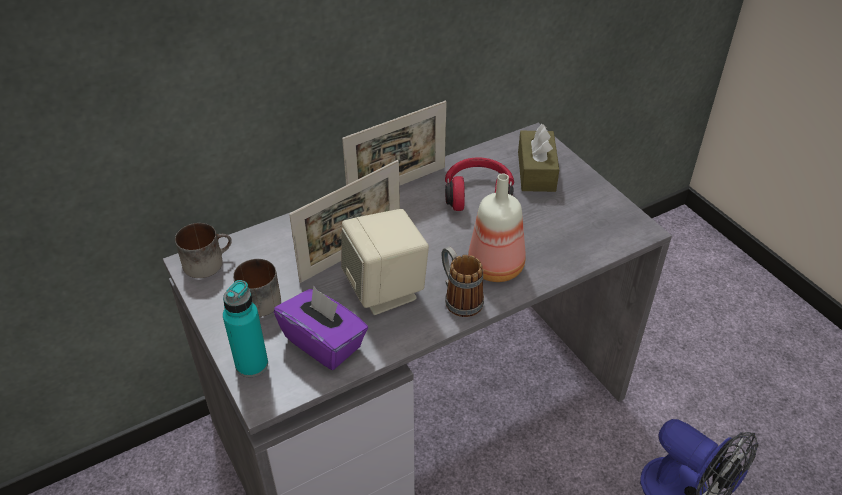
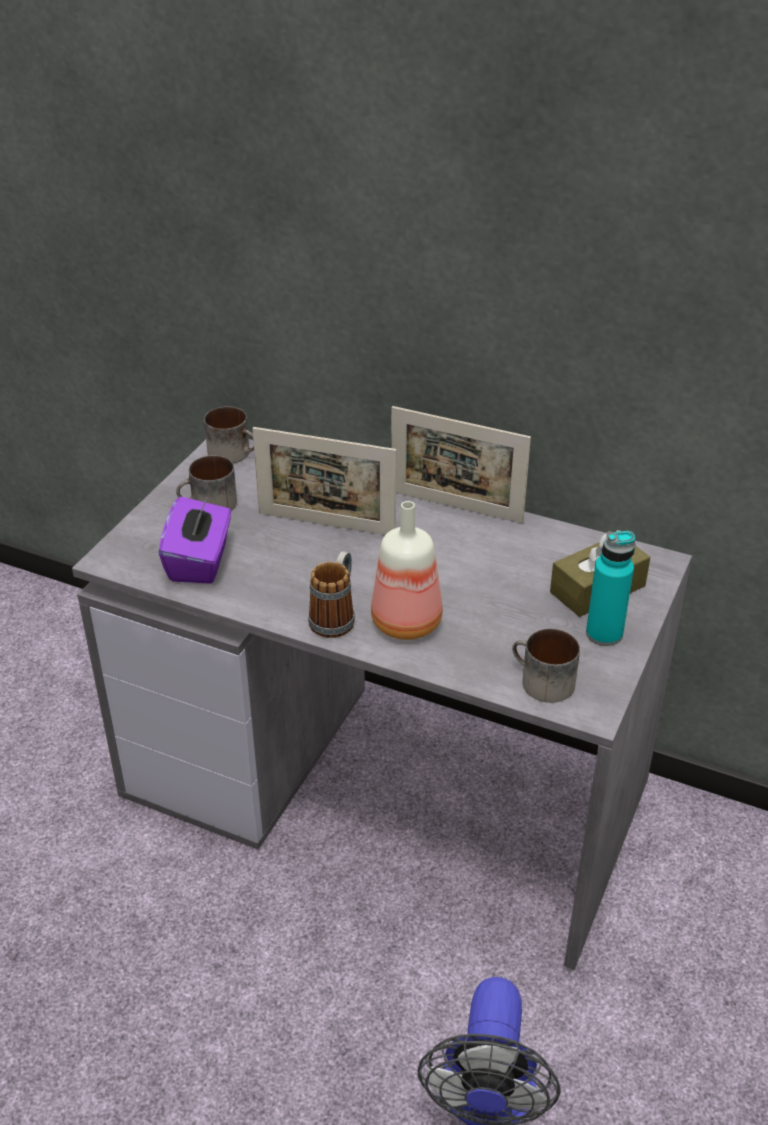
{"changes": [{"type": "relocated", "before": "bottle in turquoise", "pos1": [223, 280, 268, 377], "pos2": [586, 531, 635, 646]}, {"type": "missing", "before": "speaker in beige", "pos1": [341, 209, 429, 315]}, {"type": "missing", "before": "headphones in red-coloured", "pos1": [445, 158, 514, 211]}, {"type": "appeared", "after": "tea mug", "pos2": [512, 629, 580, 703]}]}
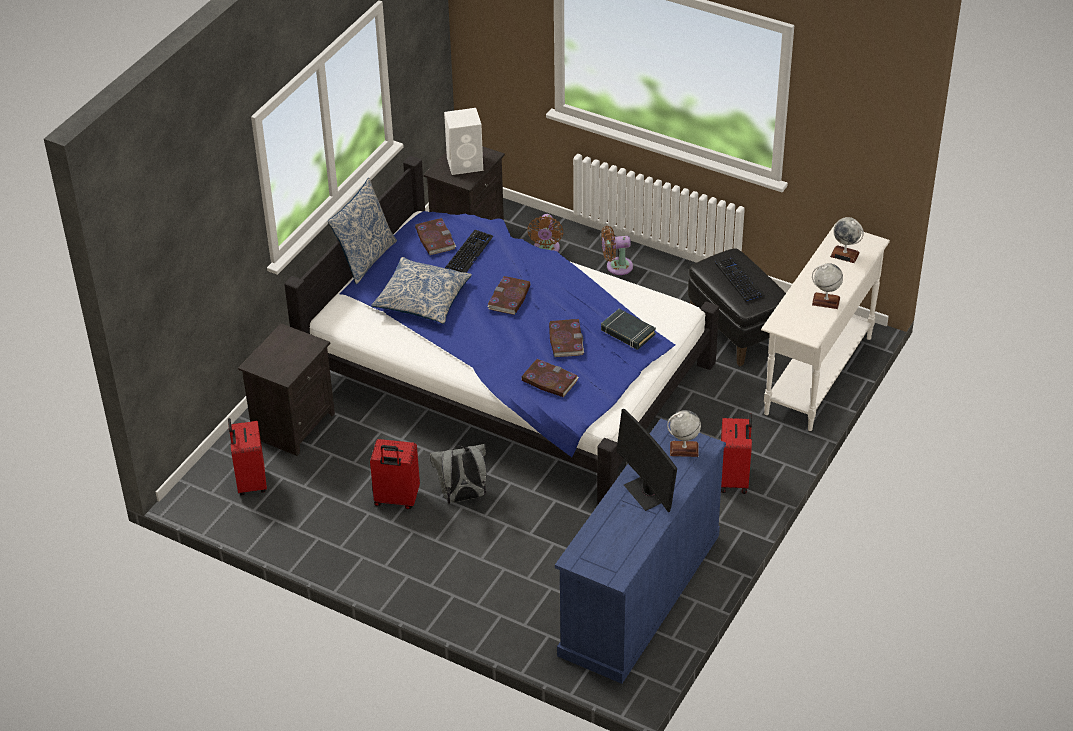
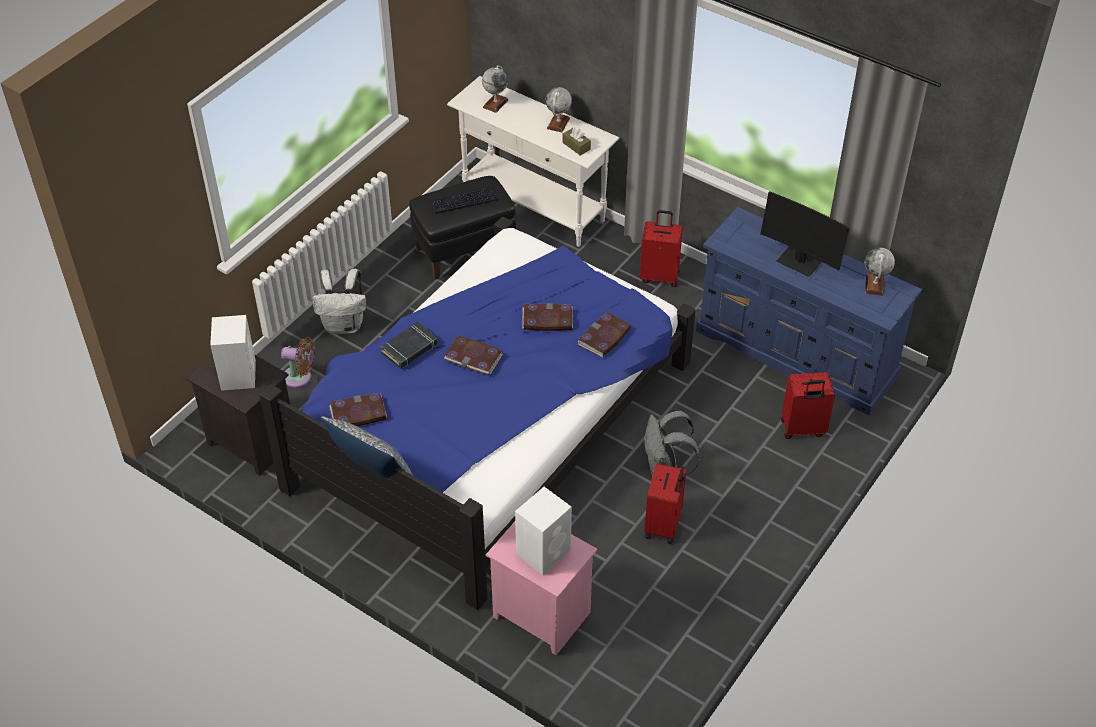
{"changes": [{"type": "relocated", "before": "suitcase in red-coloured", "pos1": [228, 418, 267, 495], "pos2": [781, 372, 835, 439]}, {"type": "colour", "before": "nightstand in blackish", "after": "nightstand in pinkish", "pos1": [238, 323, 335, 456], "pos2": [486, 522, 597, 655]}, {"type": "missing", "before": "pillow", "pos1": [371, 257, 472, 324]}, {"type": "missing", "before": "computer keyboard", "pos1": [445, 230, 493, 273]}, {"type": "exchanged", "before": "fan in brown-coloured", "after": "rucksack in white", "pos1": [601, 226, 633, 275], "pos2": [313, 269, 366, 334]}, {"type": "relocated", "before": "volume in blackish", "pos1": [601, 309, 656, 350], "pos2": [380, 322, 438, 369]}, {"type": "spun", "before": "computer display", "pos1": [616, 409, 677, 512], "pos2": [760, 191, 850, 277], "turn": 60}, {"type": "relocated", "before": "desk globe", "pos1": [667, 410, 701, 457], "pos2": [865, 248, 895, 296]}, {"type": "appeared", "after": "speaker in white", "pos2": [515, 487, 572, 575]}, {"type": "appeared", "after": "tissue holder in brown-coloured", "pos2": [562, 127, 591, 155]}]}
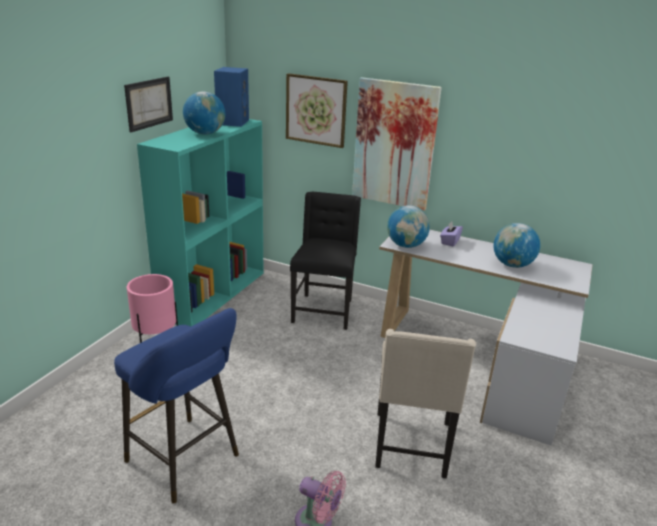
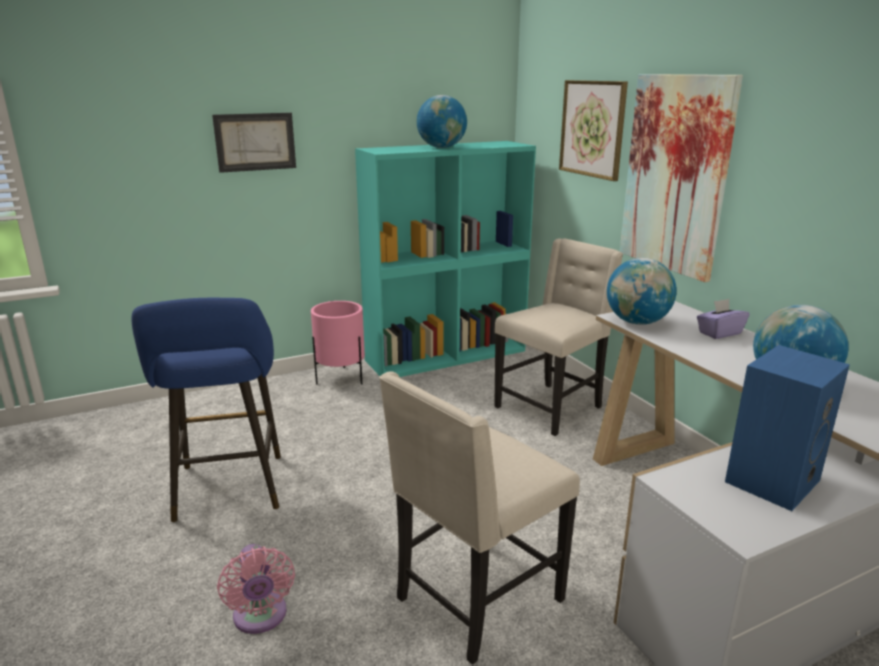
{"changes": [{"type": "relocated", "before": "wall picture", "pos1": [124, 77, 173, 132], "pos2": [212, 113, 296, 173]}, {"type": "relocated", "before": "speaker in blue", "pos1": [214, 67, 249, 127], "pos2": [725, 345, 850, 511]}, {"type": "colour", "before": "chair in blackish", "after": "chair in beige", "pos1": [290, 192, 361, 330], "pos2": [494, 239, 623, 436]}]}
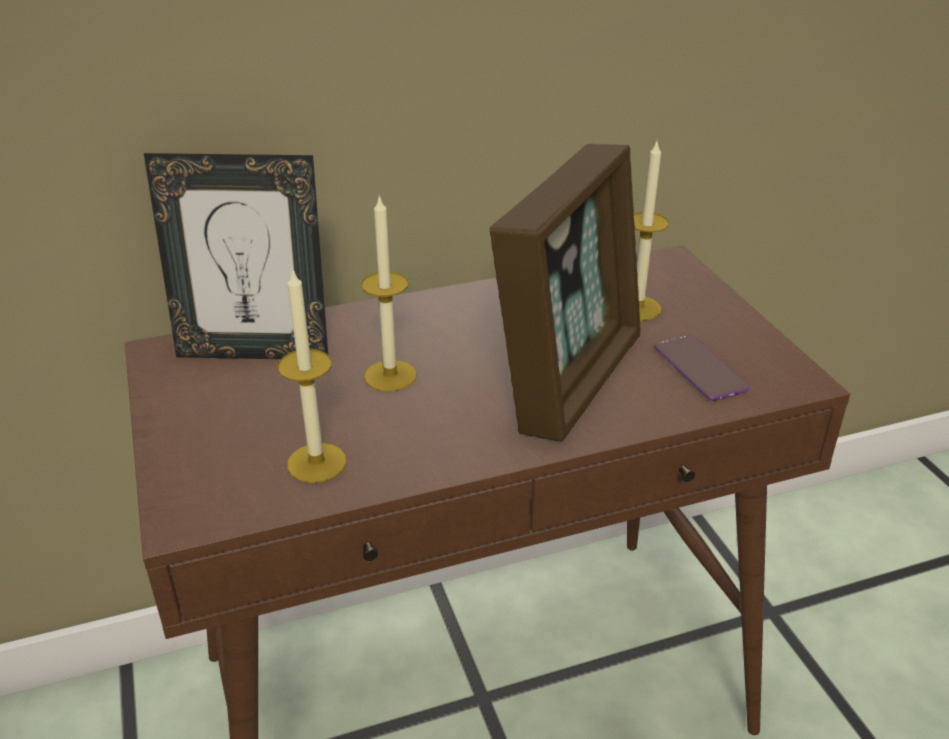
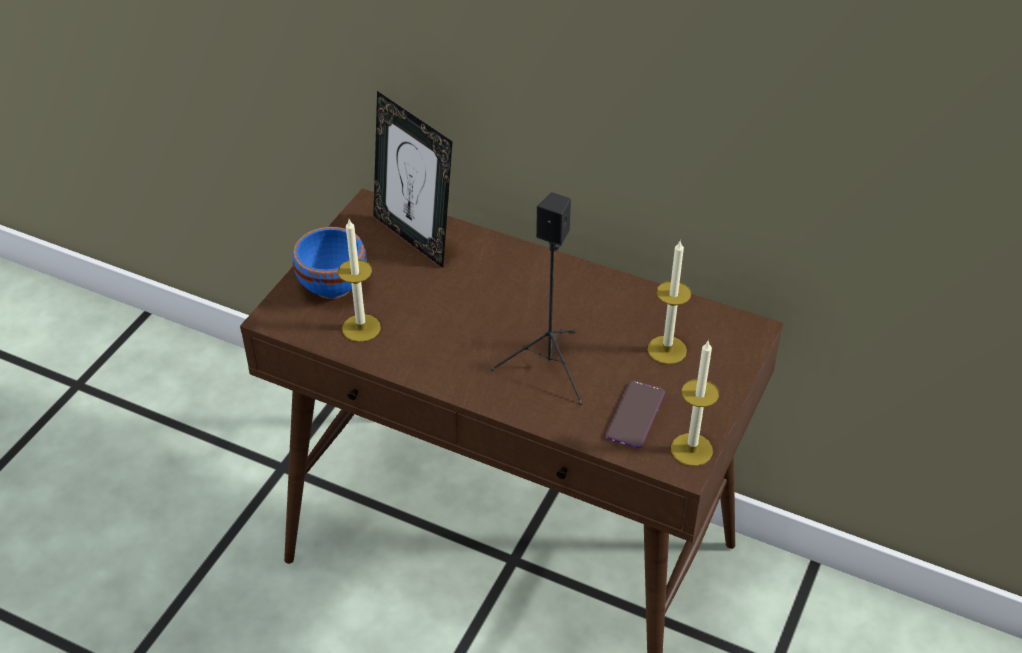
{"changes": [{"type": "relocated", "before": "candle", "pos1": [361, 194, 417, 391], "pos2": [671, 341, 719, 466]}, {"type": "exchanged", "before": "picture frame", "after": "speaker in blackish", "pos1": [490, 144, 640, 442], "pos2": [491, 192, 583, 405]}, {"type": "appeared", "after": "bowl in blue", "pos2": [293, 227, 367, 299]}]}
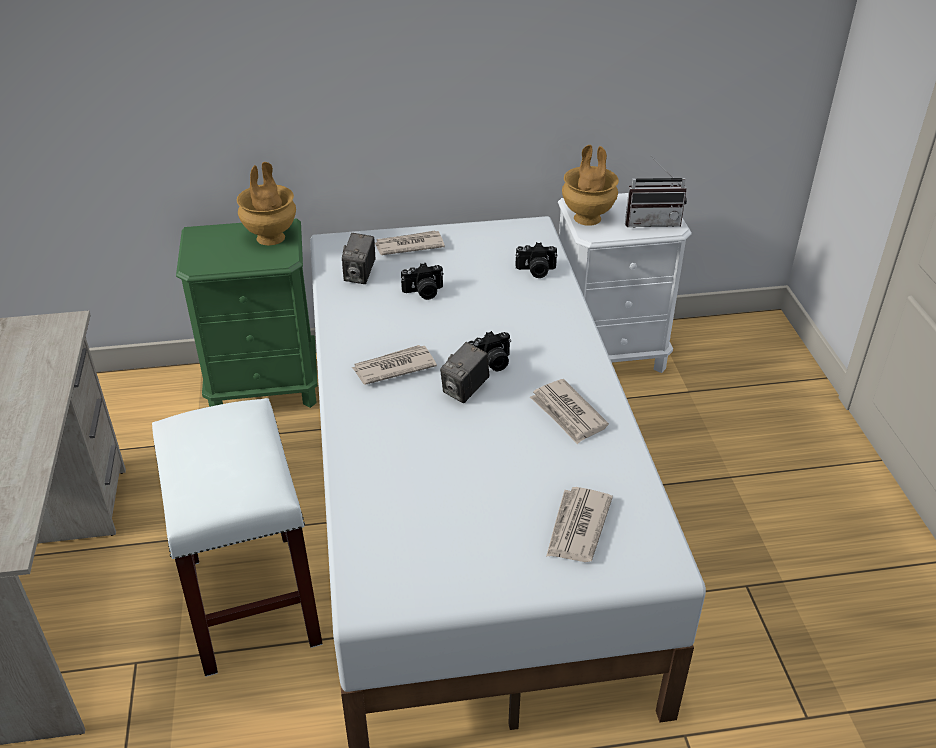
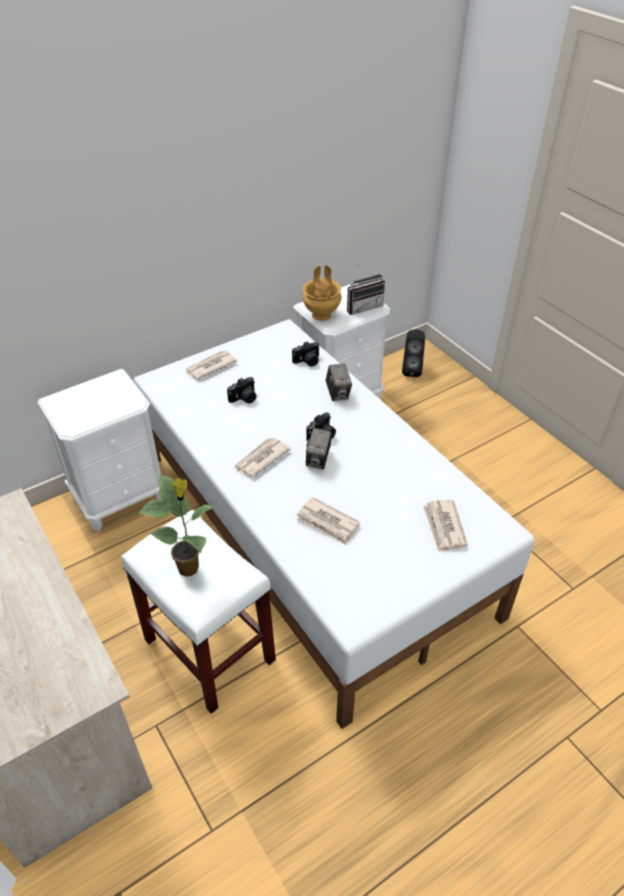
{"changes": [{"type": "colour", "before": "nightstand in green-coloured", "after": "nightstand in white", "pos1": [176, 218, 318, 408], "pos2": [37, 369, 163, 531]}, {"type": "missing", "before": "decorative vase in brown-coloured", "pos1": [237, 162, 296, 245]}, {"type": "relocated", "before": "still camera", "pos1": [342, 233, 375, 284], "pos2": [326, 364, 352, 401]}, {"type": "relocated", "before": "newspaper", "pos1": [530, 379, 609, 444], "pos2": [296, 497, 360, 545]}, {"type": "appeared", "after": "plant in a pot", "pos2": [138, 474, 215, 577]}, {"type": "appeared", "after": "speaker in blackish", "pos2": [402, 329, 425, 377]}]}
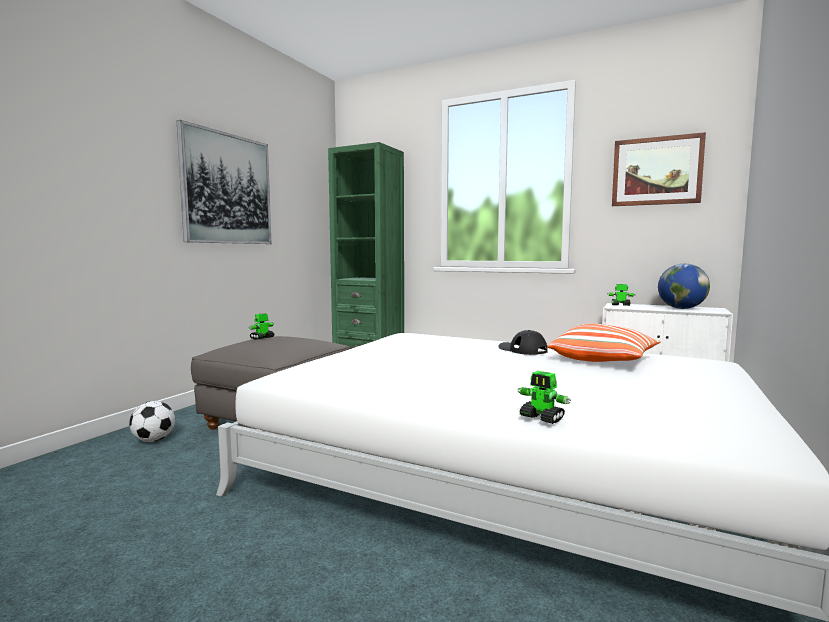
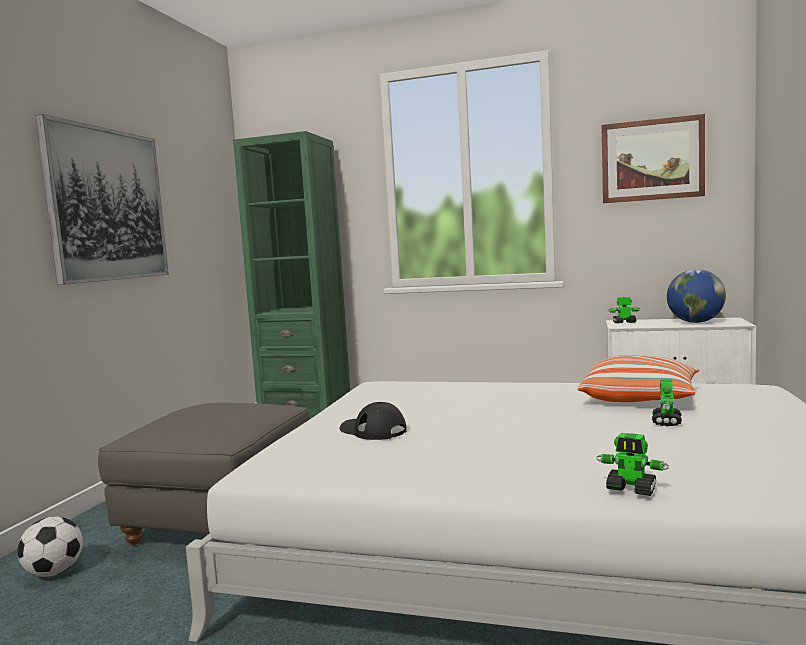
{"changes": [{"type": "relocated", "before": "robot figure", "pos1": [248, 313, 275, 340], "pos2": [652, 379, 682, 426]}, {"type": "relocated", "before": "peaked cap in blackish", "pos1": [498, 330, 548, 355], "pos2": [340, 402, 407, 440]}]}
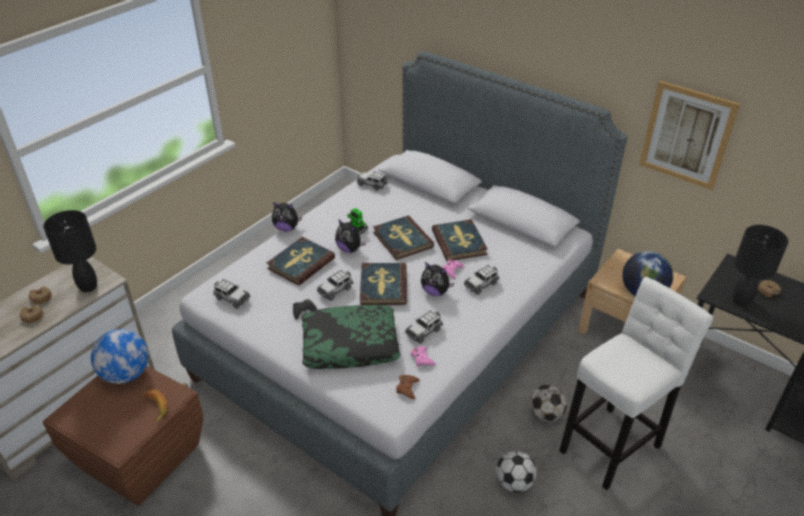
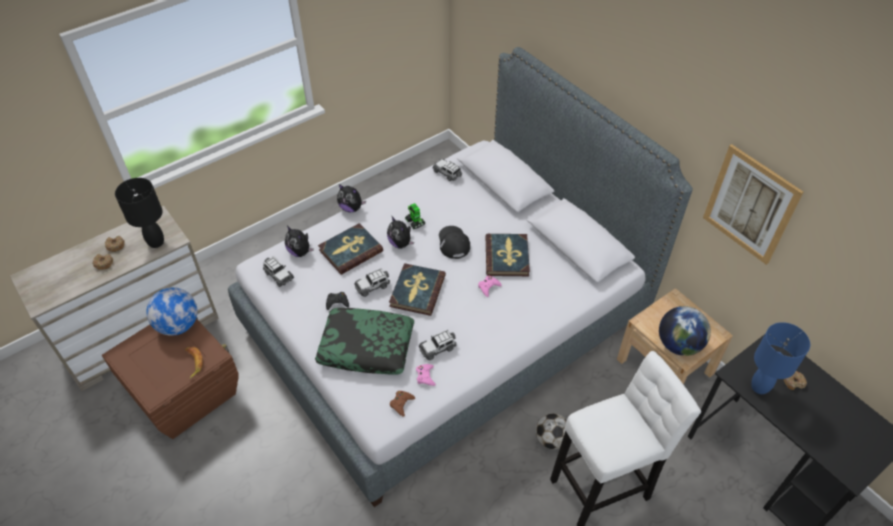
{"changes": [{"type": "exchanged", "before": "volume", "after": "peaked cap in blackish", "pos1": [373, 215, 434, 260], "pos2": [439, 226, 470, 259]}, {"type": "relocated", "before": "soft toy", "pos1": [421, 262, 454, 296], "pos2": [285, 226, 314, 257]}, {"type": "missing", "before": "toy car", "pos1": [464, 265, 499, 295]}, {"type": "missing", "before": "football", "pos1": [496, 451, 537, 493]}, {"type": "colour", "before": "tabletop lamp in blackish", "after": "tabletop lamp in blue", "pos1": [733, 225, 788, 306], "pos2": [751, 322, 810, 394]}]}
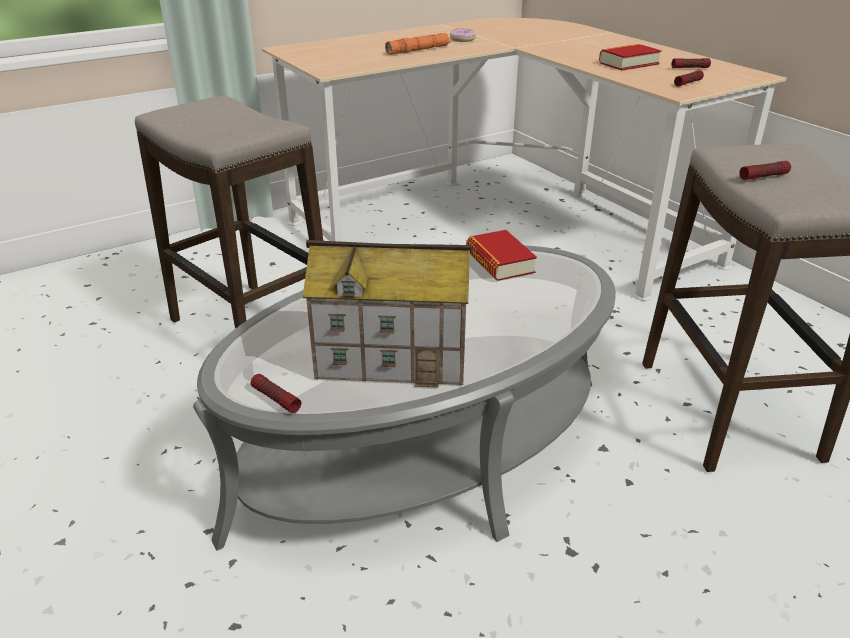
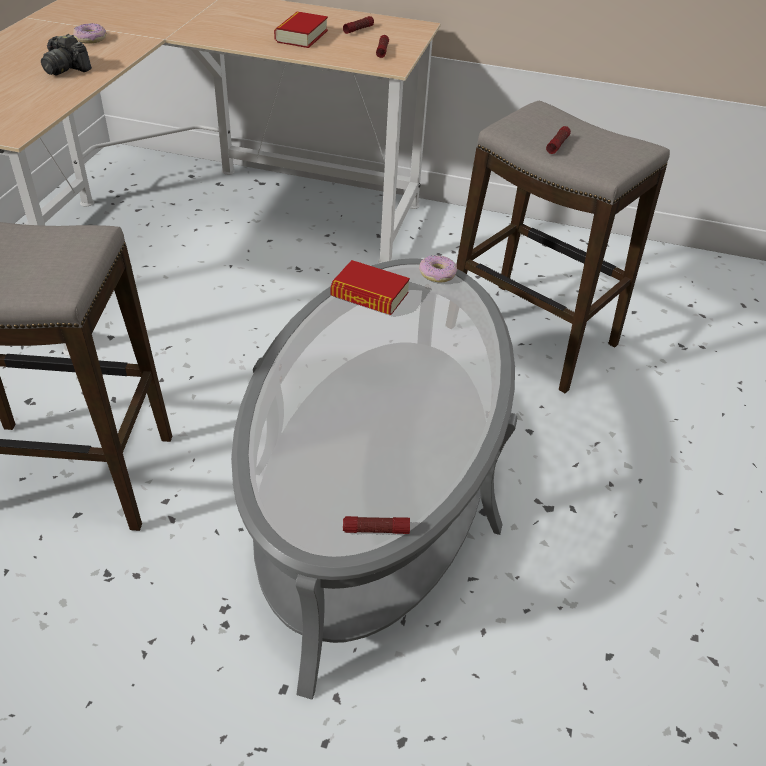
{"changes": [{"type": "missing", "before": "model house", "pos1": [303, 240, 472, 388]}, {"type": "exchanged", "before": "torch in orangey", "after": "still camera", "pos1": [385, 33, 451, 55], "pos2": [41, 34, 92, 76]}, {"type": "appeared", "after": "ring doughnut", "pos2": [419, 255, 457, 283]}]}
